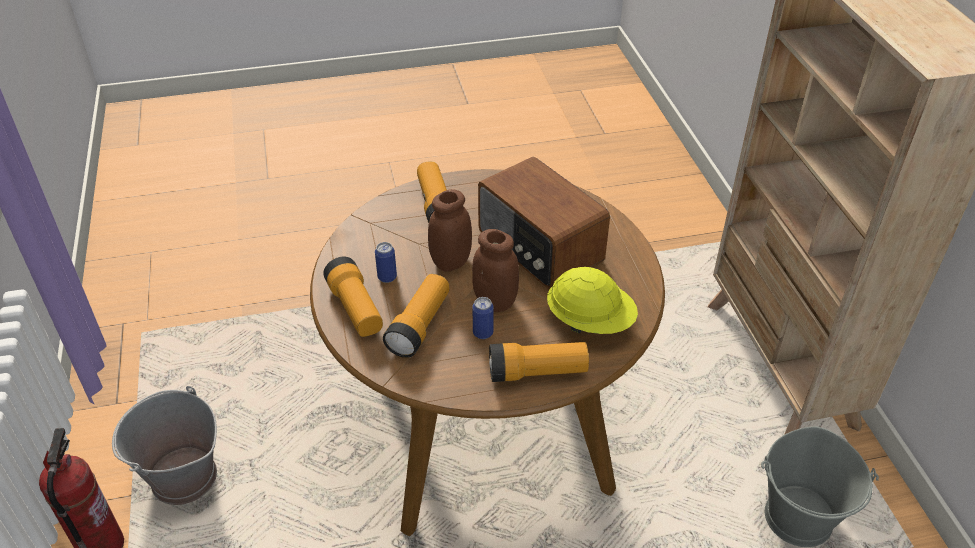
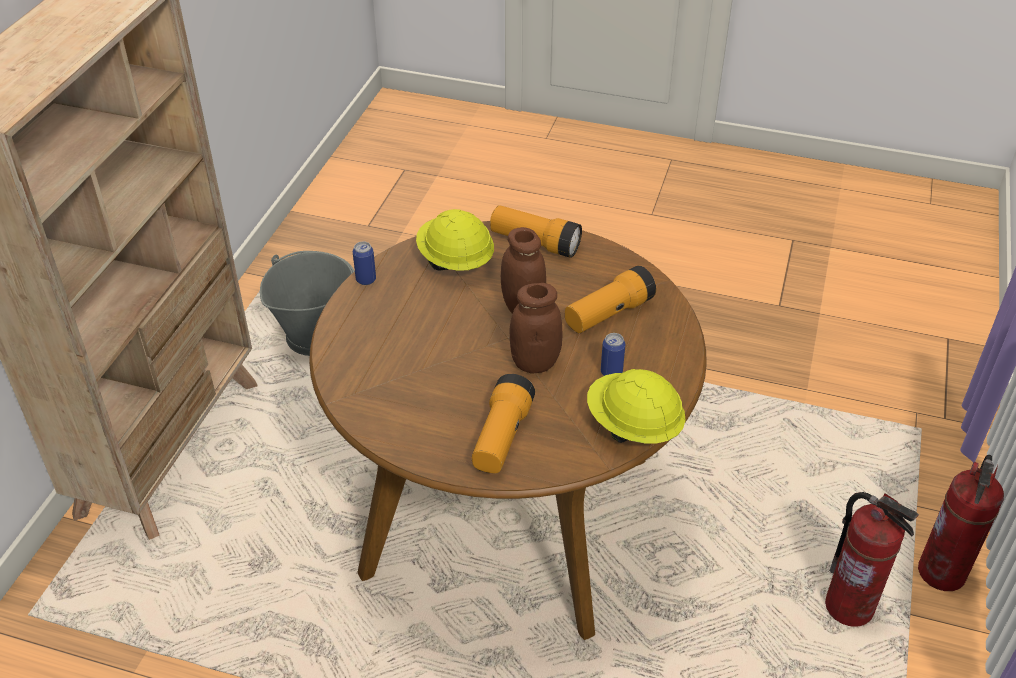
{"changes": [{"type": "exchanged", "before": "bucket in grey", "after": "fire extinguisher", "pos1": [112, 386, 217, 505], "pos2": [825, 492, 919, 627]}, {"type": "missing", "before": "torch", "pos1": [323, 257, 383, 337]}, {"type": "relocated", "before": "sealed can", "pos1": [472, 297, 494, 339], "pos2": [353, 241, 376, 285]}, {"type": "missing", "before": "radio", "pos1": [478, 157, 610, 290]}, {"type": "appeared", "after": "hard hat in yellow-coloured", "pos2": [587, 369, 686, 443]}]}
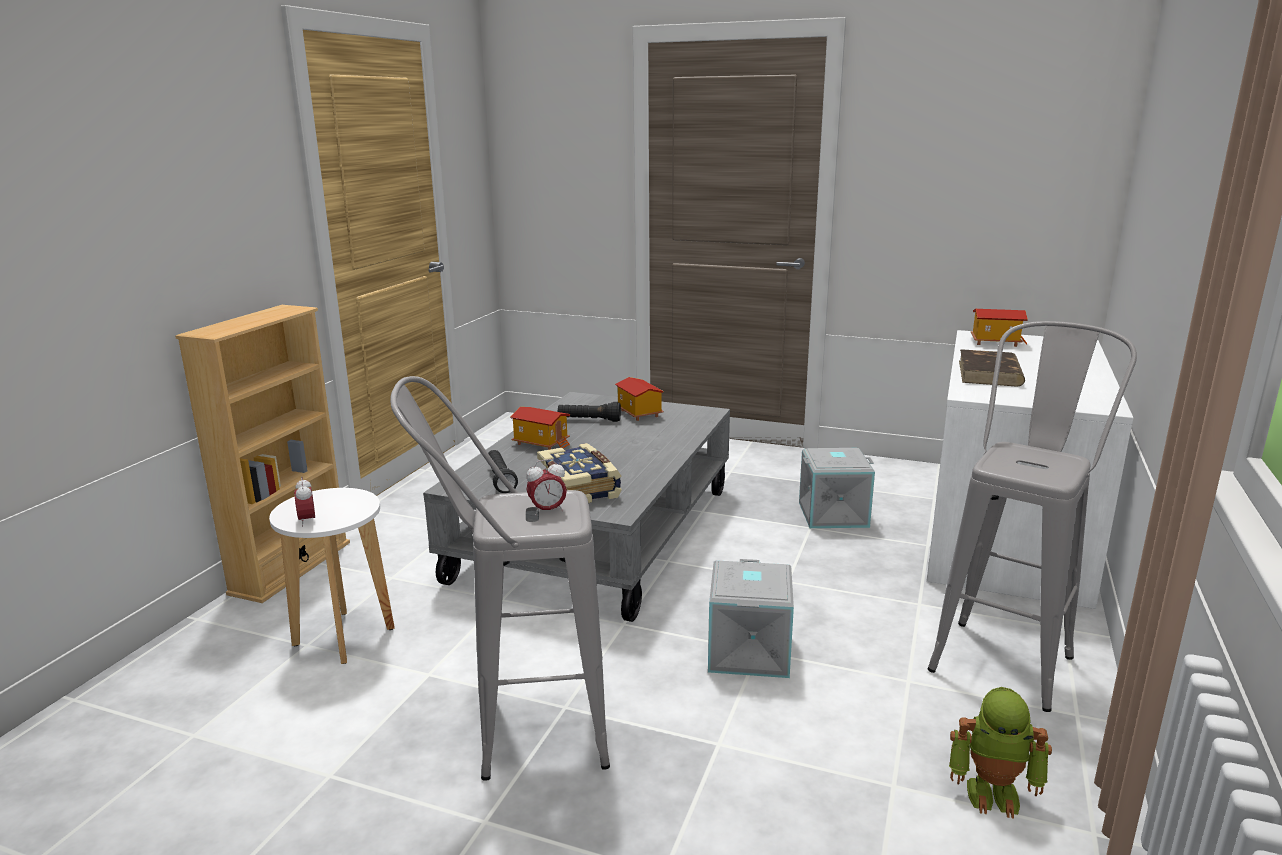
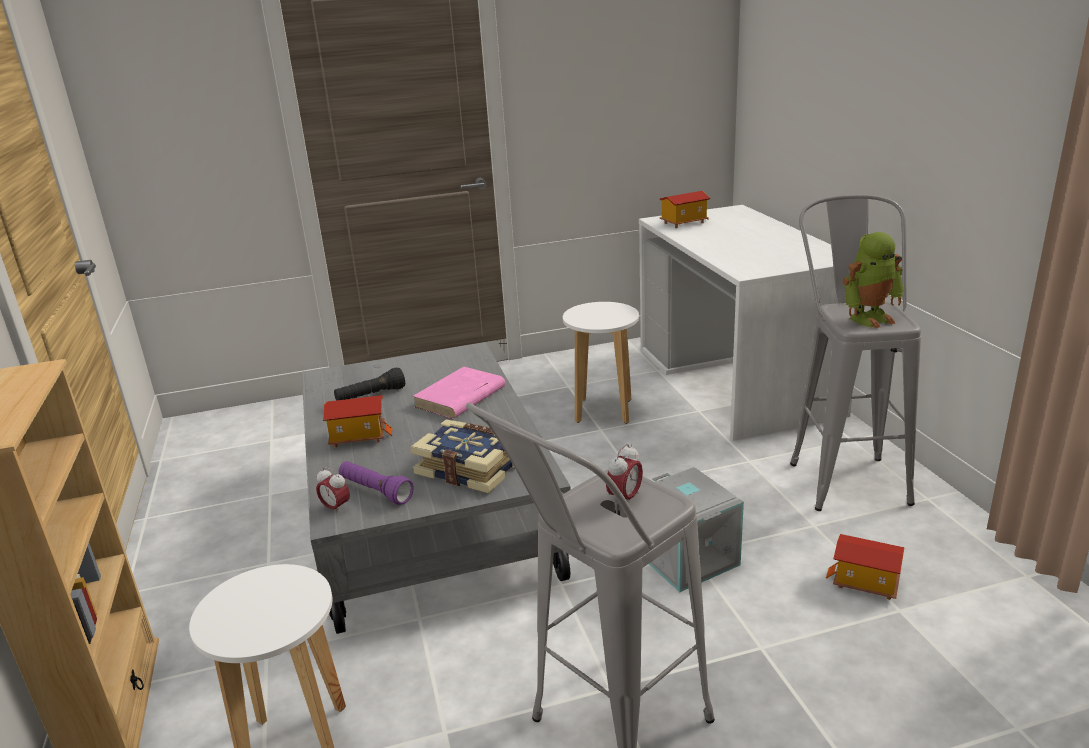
{"changes": [{"type": "relocated", "before": "bedside clock", "pos1": [294, 477, 315, 527], "pos2": [316, 467, 350, 514]}, {"type": "colour", "before": "torch in blackish", "after": "torch in purple-coloured", "pos1": [488, 450, 518, 493], "pos2": [339, 461, 414, 505]}, {"type": "relocated", "before": "model house", "pos1": [615, 377, 664, 421], "pos2": [826, 534, 905, 600]}, {"type": "exchanged", "before": "storage box in grey", "after": "stool seat in white", "pos1": [799, 448, 875, 528], "pos2": [563, 302, 639, 424]}, {"type": "relocated", "before": "robot figure", "pos1": [949, 687, 1052, 819], "pos2": [843, 232, 904, 328]}, {"type": "missing", "before": "volume in brown-coloured", "pos1": [959, 349, 1025, 387]}, {"type": "appeared", "after": "volume in pinkish", "pos2": [412, 367, 505, 419]}]}
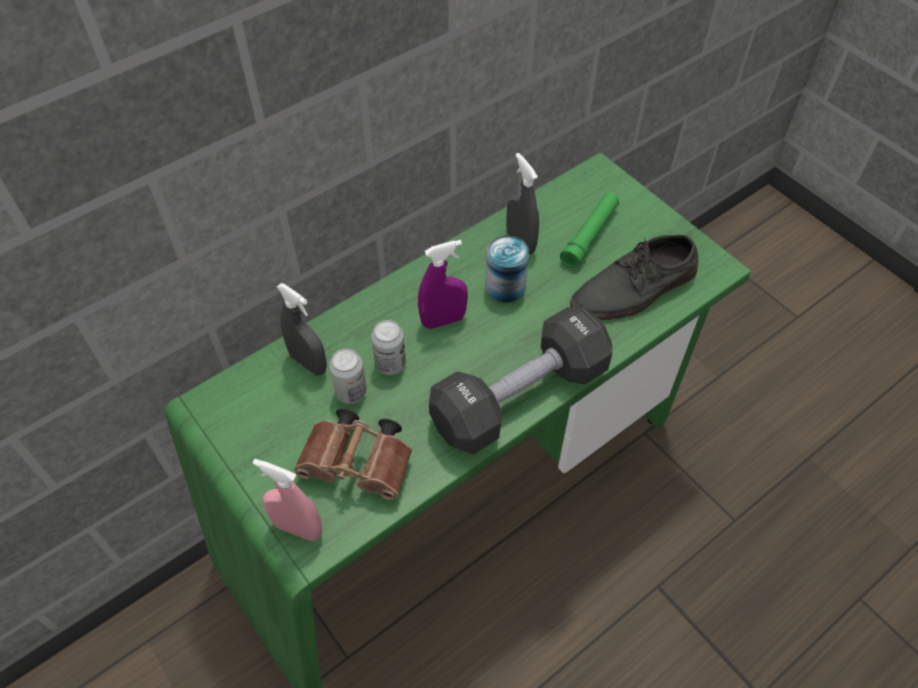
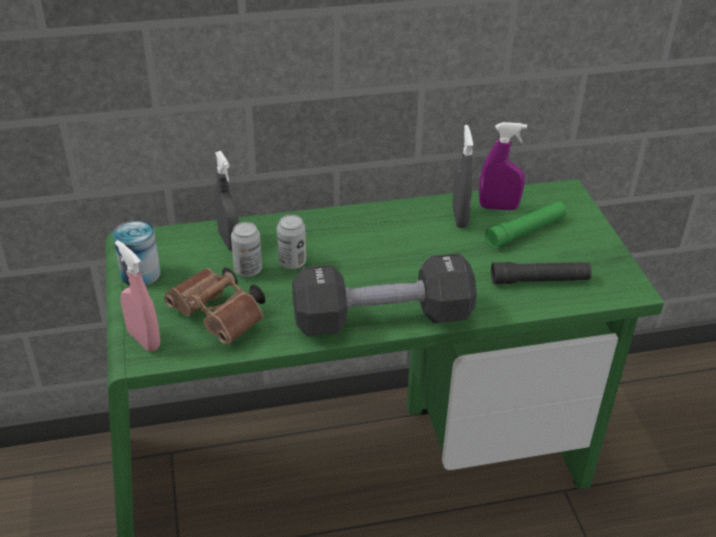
{"changes": [{"type": "relocated", "before": "sprayer in purple-coloured", "pos1": [418, 240, 468, 329], "pos2": [479, 122, 527, 210]}, {"type": "relocated", "before": "sealed can", "pos1": [485, 236, 529, 303], "pos2": [113, 220, 161, 286]}, {"type": "exchanged", "before": "low shoe in grey", "after": "torch in blackish", "pos1": [570, 235, 698, 320], "pos2": [491, 262, 592, 284]}]}
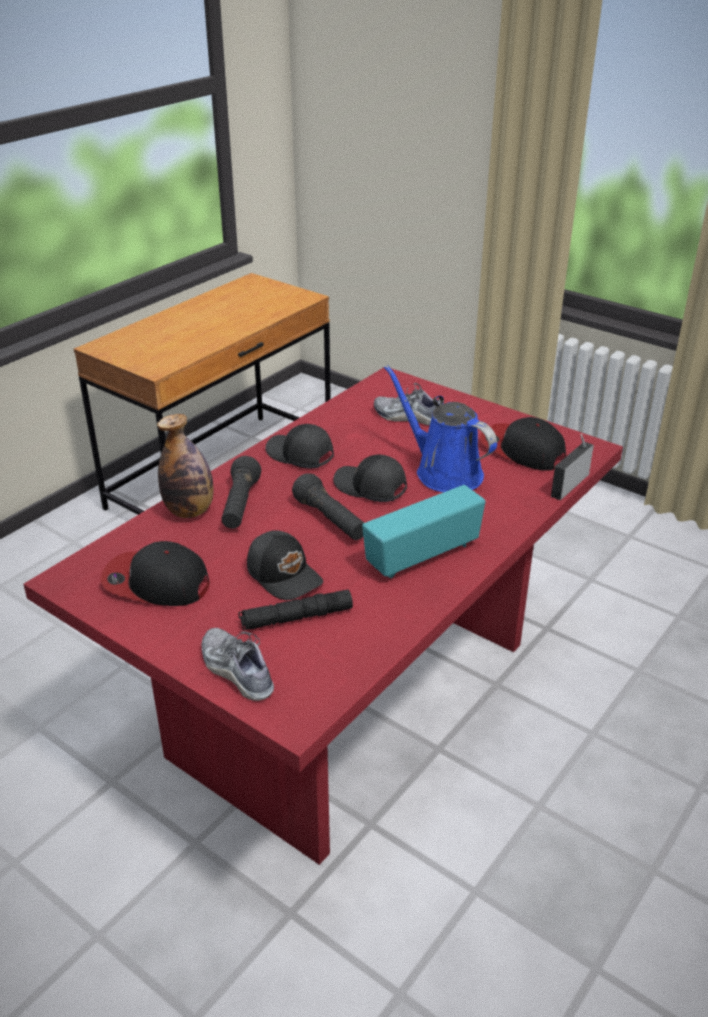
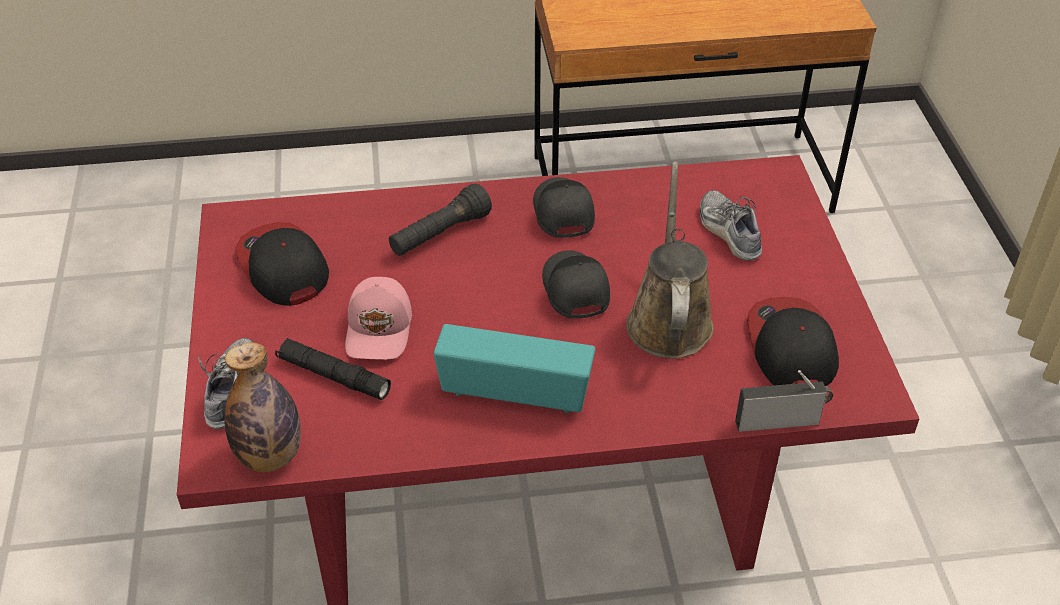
{"changes": [{"type": "relocated", "before": "bottle", "pos1": [157, 414, 214, 518], "pos2": [224, 343, 301, 472]}, {"type": "colour", "before": "peaked cap in blackish", "after": "peaked cap in pinkish", "pos1": [247, 530, 323, 600], "pos2": [345, 277, 412, 360]}, {"type": "missing", "before": "torch in blackish", "pos1": [292, 473, 364, 540]}, {"type": "colour", "before": "watering can in blue", "after": "watering can in brown-coloured", "pos1": [384, 365, 497, 492], "pos2": [626, 161, 714, 359]}]}
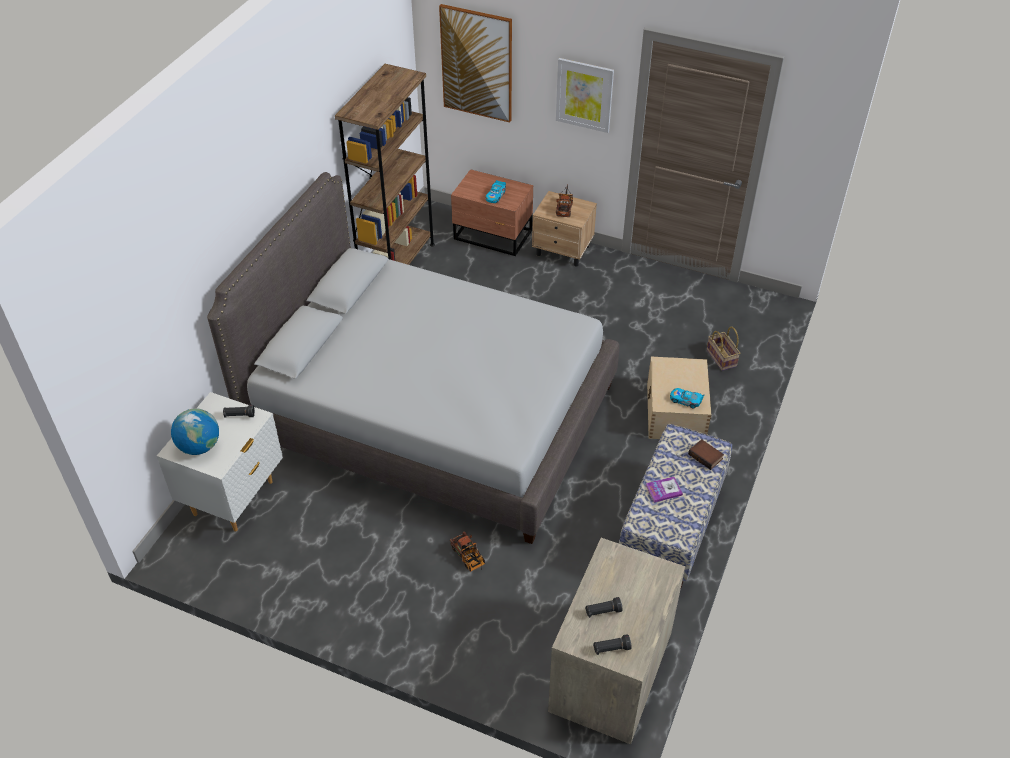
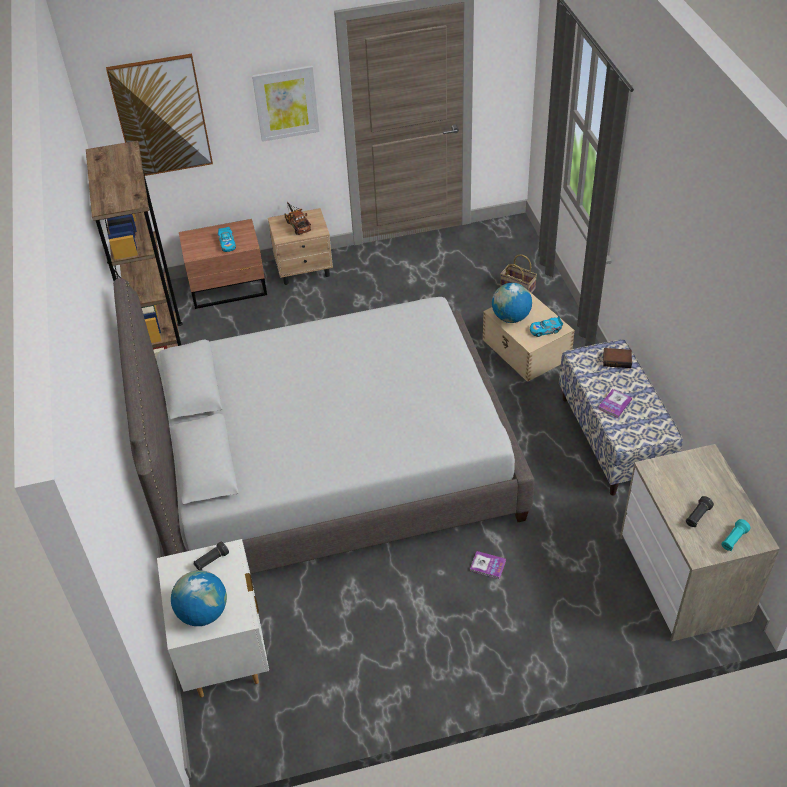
{"changes": [{"type": "exchanged", "before": "model truck", "after": "volume", "pos1": [450, 531, 485, 572], "pos2": [470, 551, 506, 579]}, {"type": "colour", "before": "torch in blackish", "after": "torch in turquoise", "pos1": [593, 634, 631, 655], "pos2": [721, 519, 751, 551]}, {"type": "appeared", "after": "desk globe", "pos2": [492, 283, 532, 323]}]}
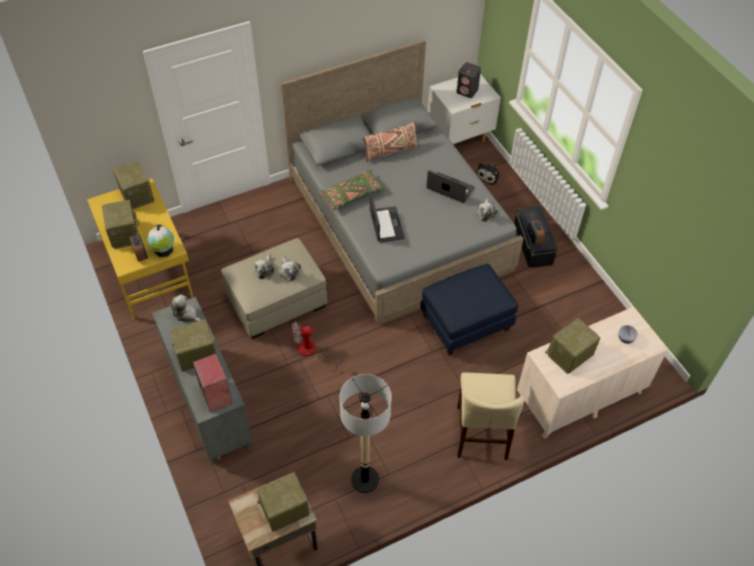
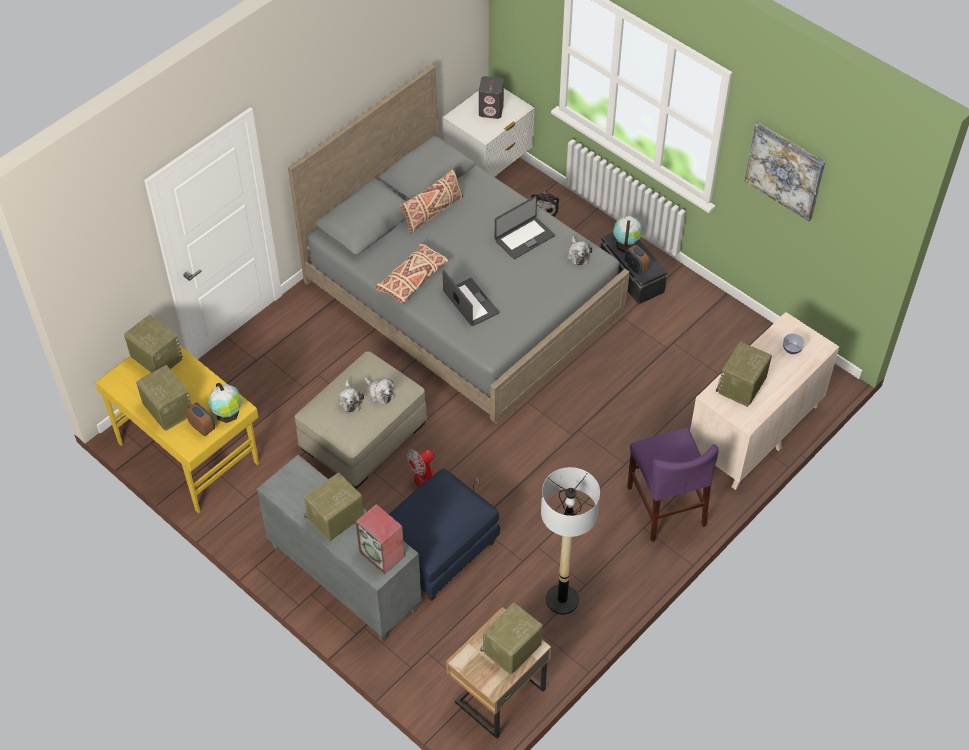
{"changes": [{"type": "missing", "before": "soft toy", "pos1": [170, 294, 201, 322]}, {"type": "colour", "before": "pillow in green-coloured", "after": "pillow in beige", "pos1": [318, 170, 385, 210], "pos2": [374, 242, 450, 304]}, {"type": "relocated", "before": "pouffe in blue", "pos1": [420, 264, 518, 355], "pos2": [389, 468, 500, 601]}, {"type": "spun", "before": "portable computer", "pos1": [426, 170, 475, 203], "pos2": [495, 196, 555, 259], "turn": 135}, {"type": "colour", "before": "chair in beige", "after": "chair in purple-coloured", "pos1": [457, 372, 524, 460], "pos2": [627, 428, 719, 542]}, {"type": "appeared", "after": "desk globe", "pos2": [613, 216, 642, 253]}, {"type": "appeared", "after": "wall picture", "pos2": [745, 122, 825, 221]}]}
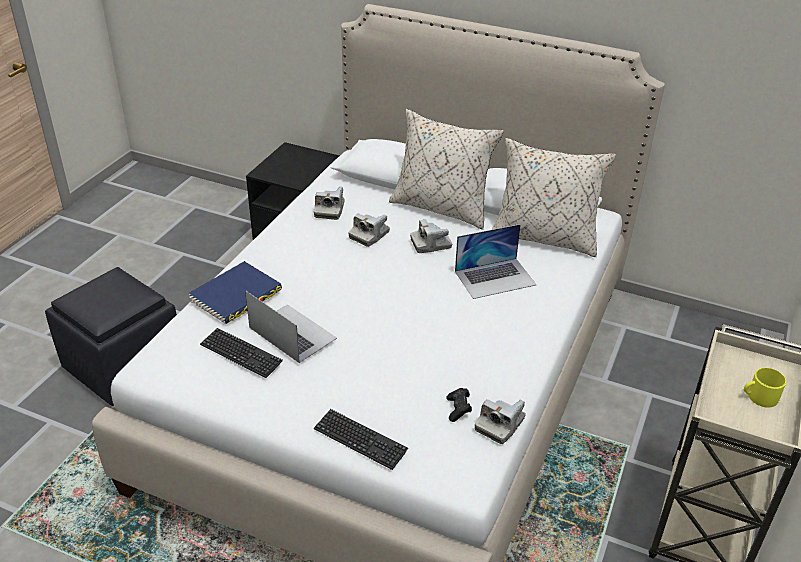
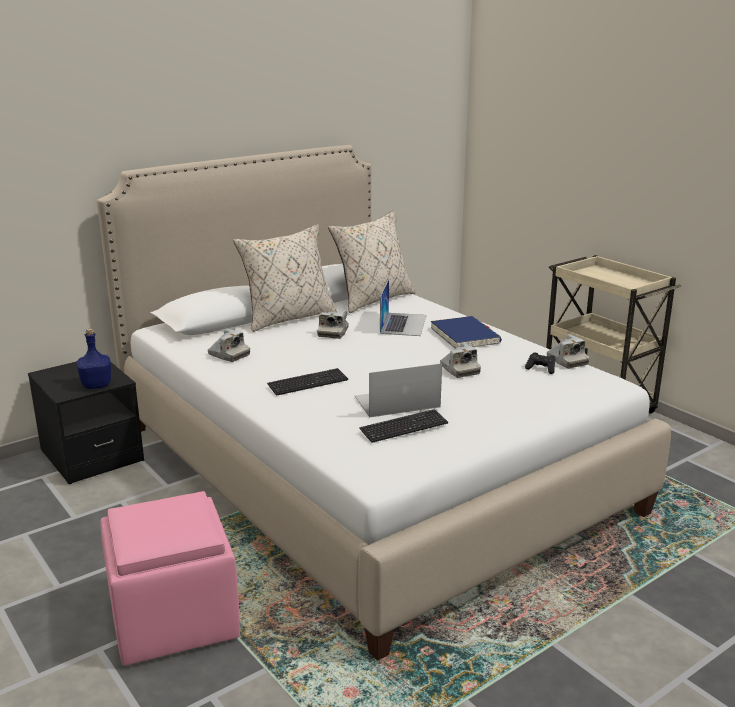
{"changes": [{"type": "colour", "before": "pouffe in blackish", "after": "pouffe in pinkish", "pos1": [45, 267, 177, 406], "pos2": [100, 491, 240, 666]}, {"type": "relocated", "before": "volume in blue", "pos1": [188, 261, 282, 324], "pos2": [430, 316, 502, 349]}, {"type": "relocated", "before": "computer keyboard", "pos1": [314, 409, 408, 470], "pos2": [267, 368, 348, 395]}, {"type": "relocated", "before": "still camera", "pos1": [349, 214, 390, 247], "pos2": [440, 342, 481, 378]}, {"type": "missing", "before": "tea mug in yellow-coloured", "pos1": [744, 368, 786, 408]}, {"type": "appeared", "after": "bottle in blue", "pos2": [77, 329, 111, 389]}]}
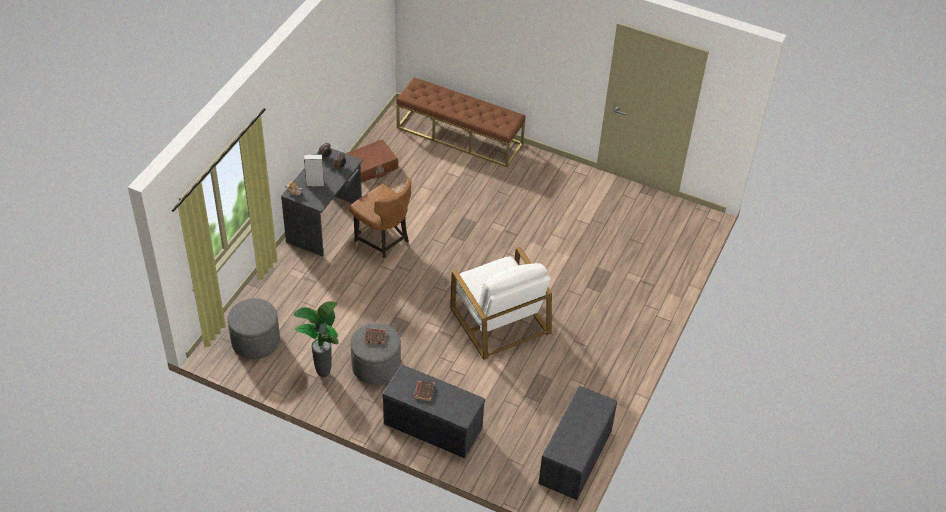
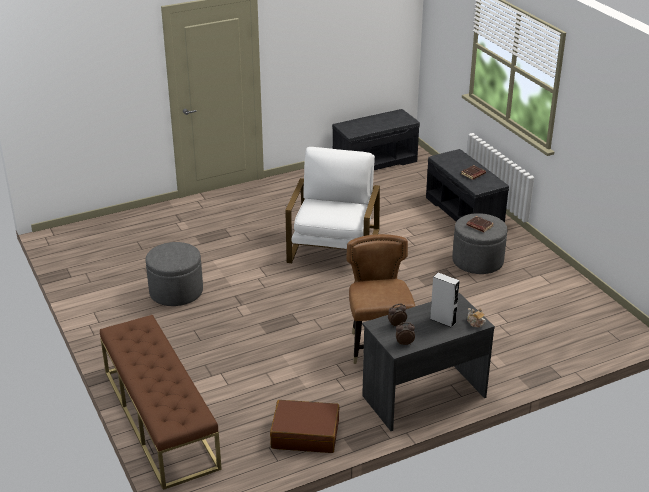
{"changes": [{"type": "relocated", "before": "pouffe in grey", "pos1": [228, 298, 280, 359], "pos2": [145, 242, 203, 306]}, {"type": "missing", "before": "plant in a pot", "pos1": [294, 301, 339, 377]}]}
